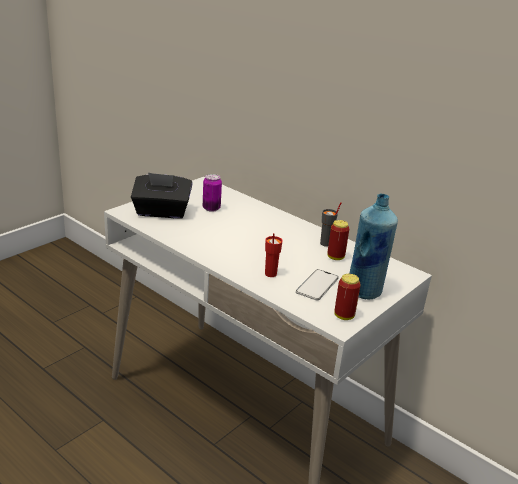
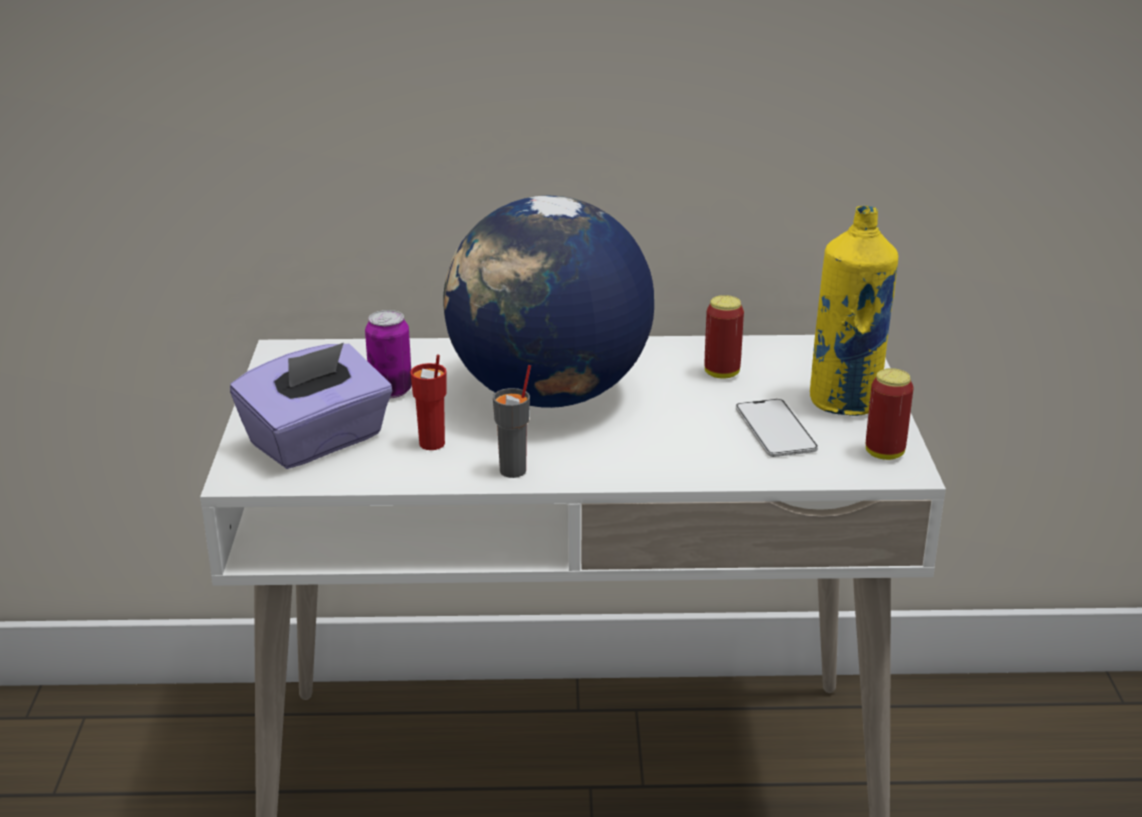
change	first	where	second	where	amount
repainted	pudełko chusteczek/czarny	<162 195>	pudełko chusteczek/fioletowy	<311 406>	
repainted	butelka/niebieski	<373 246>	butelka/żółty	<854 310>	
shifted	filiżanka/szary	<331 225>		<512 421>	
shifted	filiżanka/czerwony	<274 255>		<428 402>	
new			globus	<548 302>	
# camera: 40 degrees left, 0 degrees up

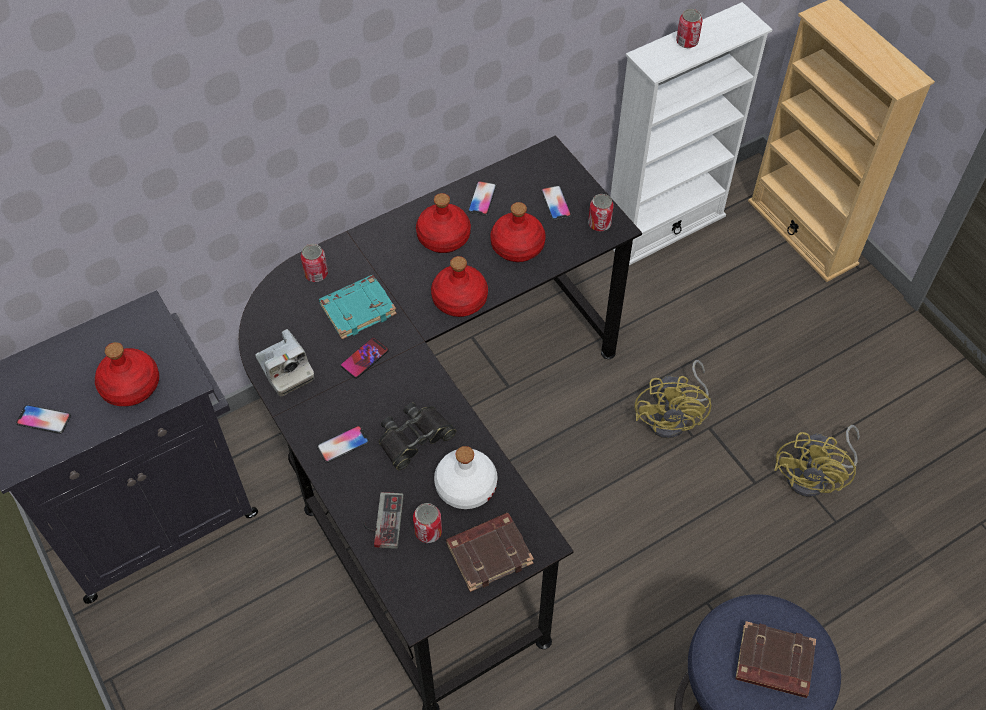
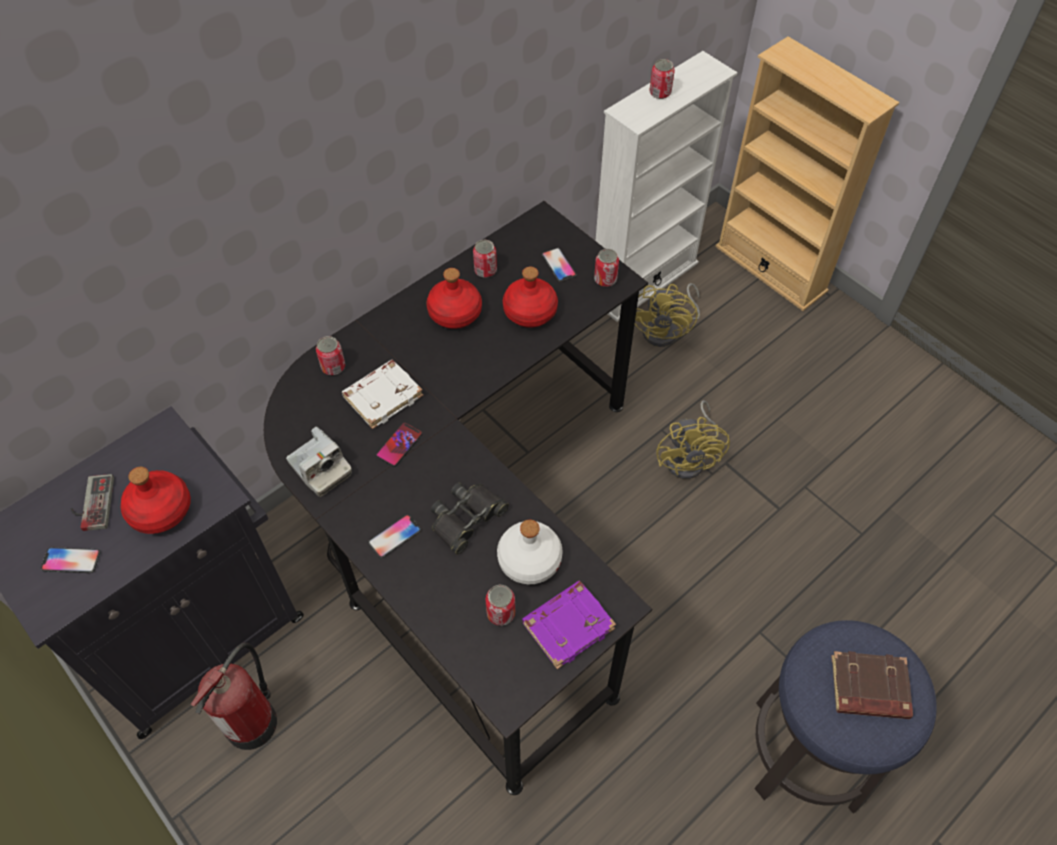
change	first	where	second	where	amount
swapped	telefon	<482 198>	puszka	<485 259>	
gone	butelka/czerwony	<459 286>			
repainted	książka/turkusowy	<358 307>	książka/biały	<382 394>	
shifted	wentylator/żółty	<817 461>		<667 315>	
shifted	pad do gier	<383 520>		<92 502>	
repainted	książka/brązowy	<490 552>	książka/fioletowy	<569 625>	
new			gaśnica	<234 696>	
# camera: 10 degrees left, 0 degrees up

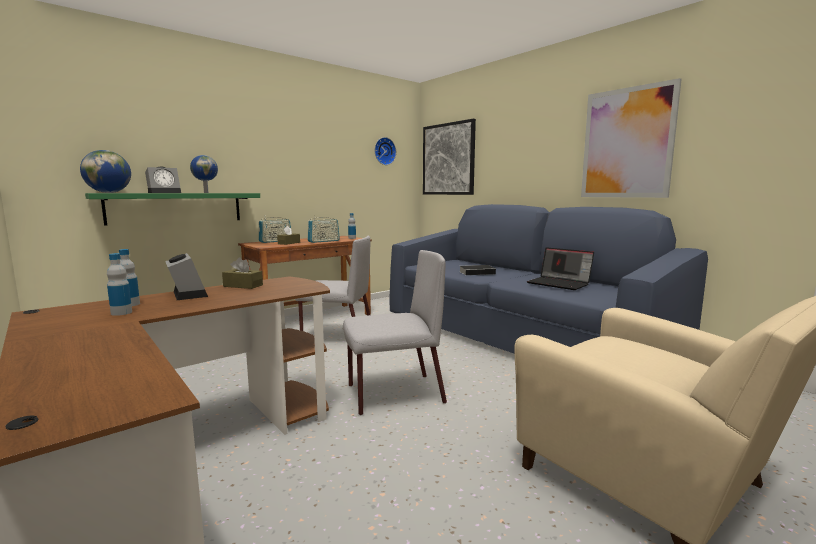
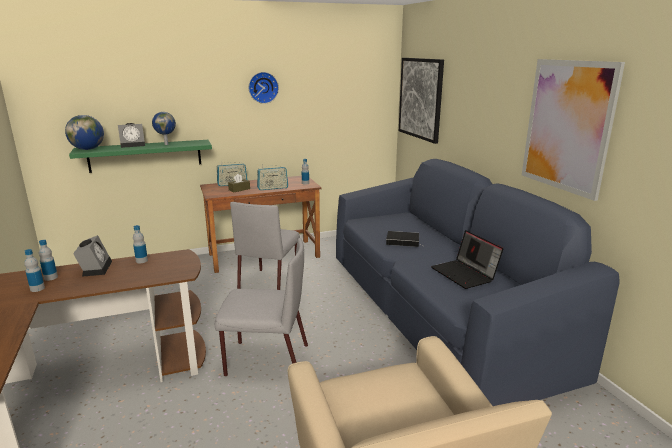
change	first	where	second	where	amount
shifted	zegar ścienny	<385 151>		<264 88>	
rotated	krzesło/szary	<332 283>		<265 246>	75 degrees clockwise
swapped	pudełko chusteczek/brązowy	<242 273>	butelka	<140 244>	
# camera: 20 degrees right, 10 degrees up

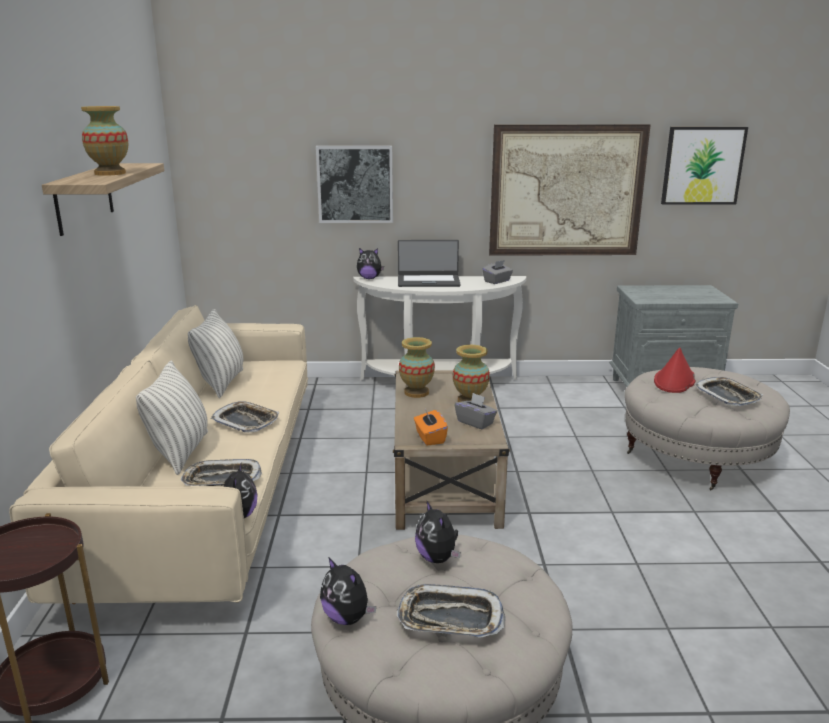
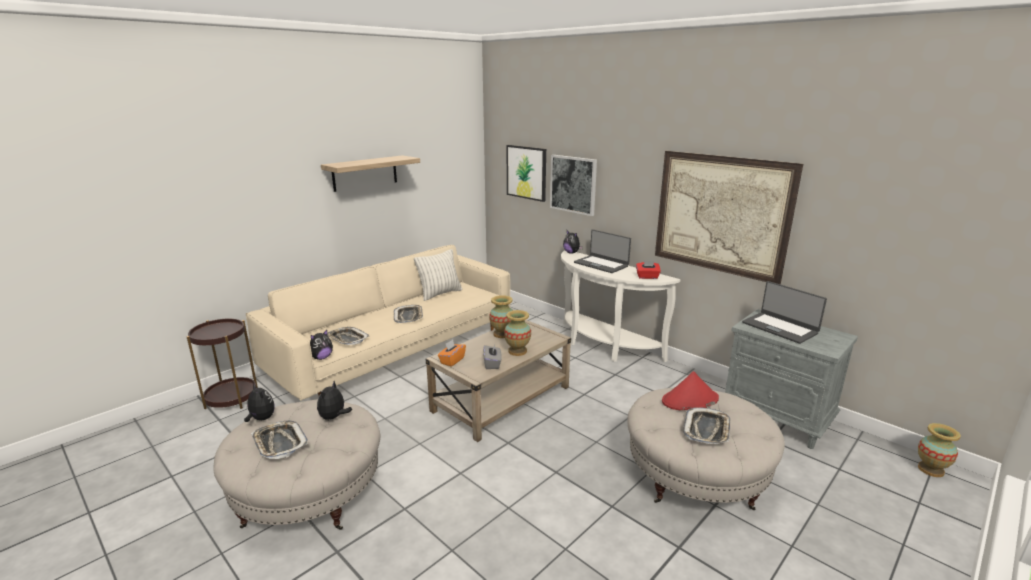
change	first	where	second	where	amount
shifted	wazon	<104 141>		<939 450>	
shifted	obraz	<704 166>		<526 173>	
repainted	pudełko chusteczek/szary	<497 272>	pudełko chusteczek/czerwony	<648 270>	
gone	poduszka	<172 418>			
rotated	pluszak	<348 591>		<259 403>	135 degrees clockwise
new			laptop	<784 312>	
# camera: 45 degrees right, 0 degrees up

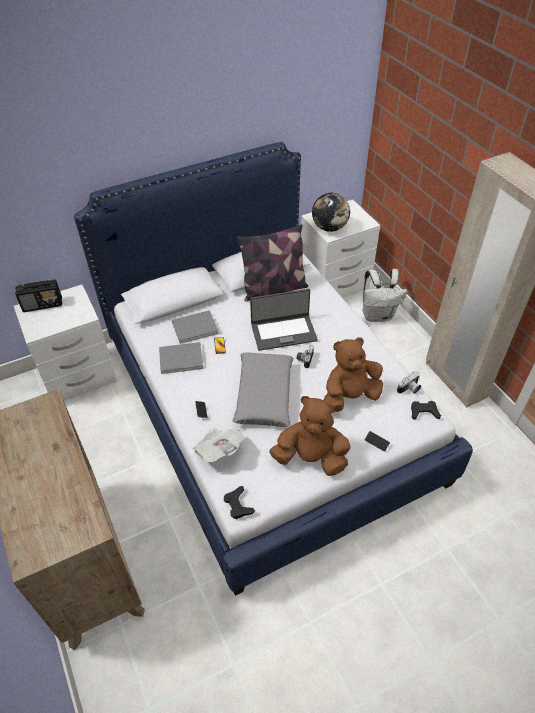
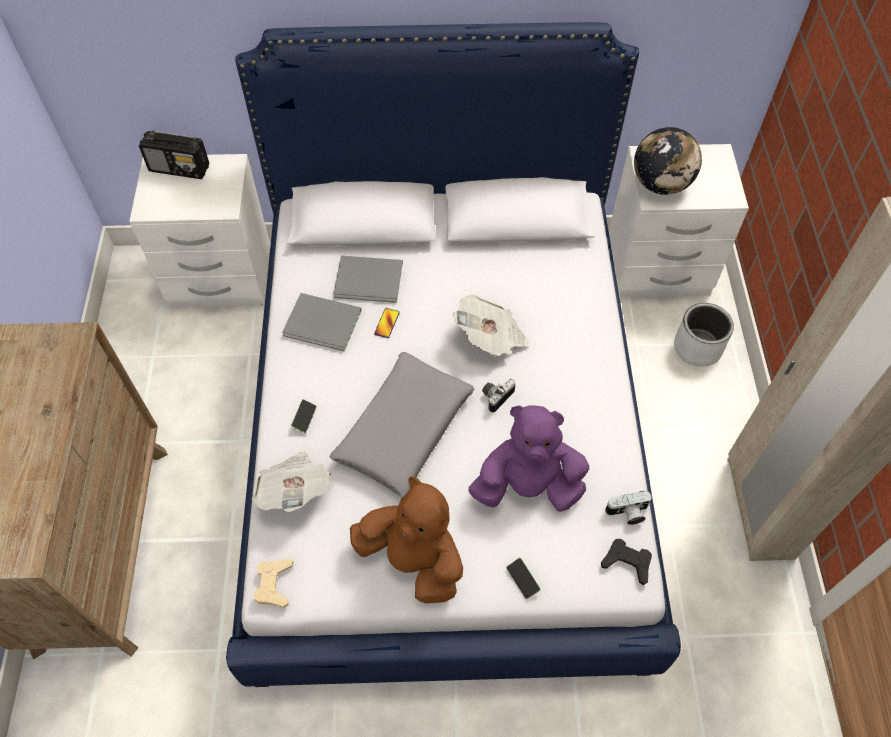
change	first	where	second	where	amount
gone	poduszka	<272 262>			
swapped	plecak/biały	<384 295>	donica/szary	<704 335>	
swapped	laptop	<284 320>	gazeta	<491 326>	
repainted	pluszak/brązowy	<353 374>	pluszak/fioletowy	<528 458>	
repainted	pad do gier/czarny	<239 502>	pad do gier/beżowy	<273 583>	
# camera: 25 degrees right, 10 degrees up

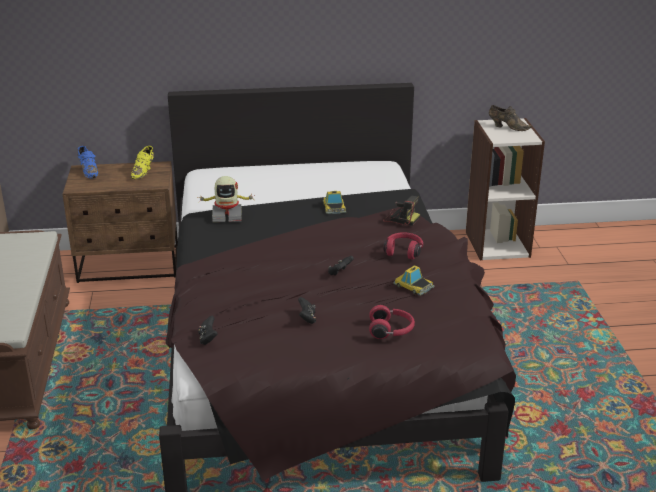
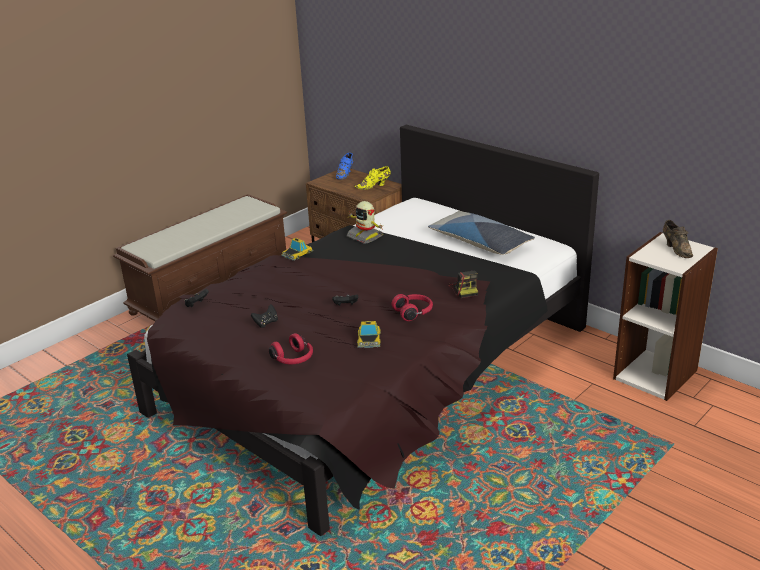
change	first	where	second	where	amount
shifted	samochodzik	<334 202>		<297 249>	
new			poduszka	<481 233>	
# camera: 50 degrees right, 0 degrees up

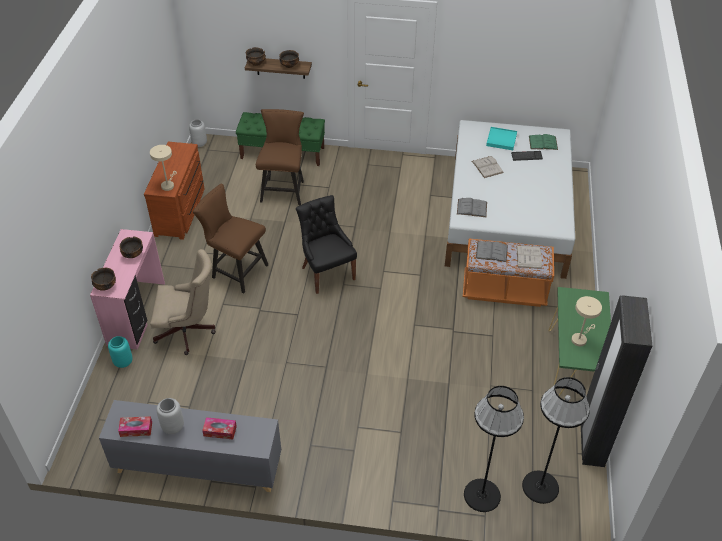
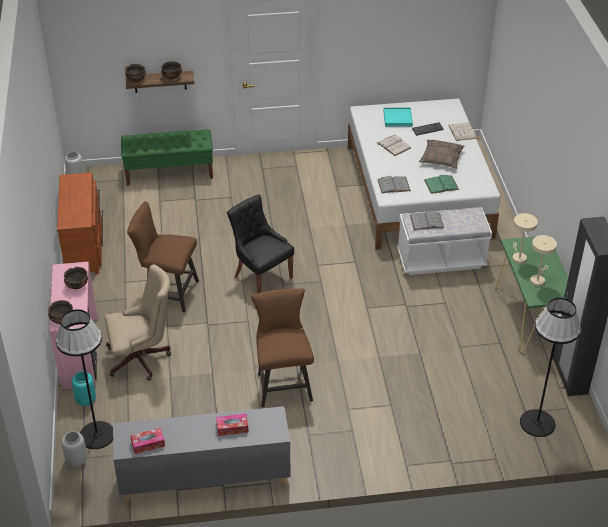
change	first	where	second	where	amount
shifted	krzesło/brązowy	<280 157>		<282 348>	
shifted	książka/zielony	<543 142>		<441 184>	
shifted	lampa stołowa/beżowy	<163 168>		<525 238>	
repainted	ławka/pomarańczowy	<508 273>	ławka/biały	<444 241>	
shifted	książka/biały	<529 257>		<462 132>	
shifted	lampa stojąca/czarny	<494 449>		<84 379>	
shifted	wazon/szary	<170 416>		<74 449>	
new			poduszka	<442 154>	
# camera: 15 degrees left, 5 degrees down

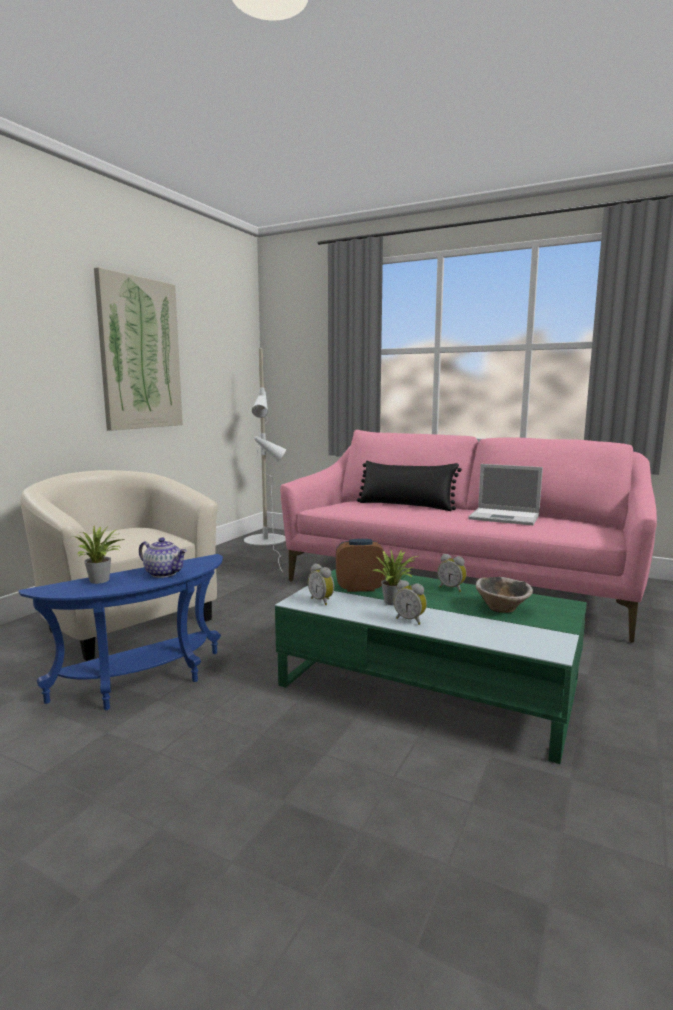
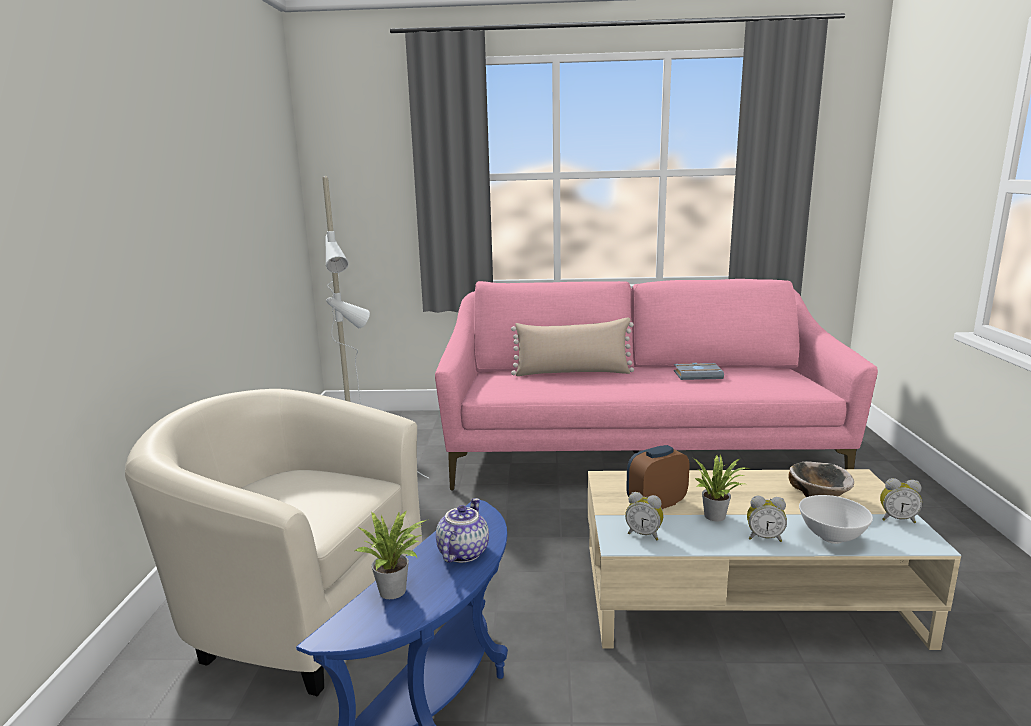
change	first	where	second	where	amount
gone	obraz	<138 349>			
repainted	poduszka/czarny	<409 486>	poduszka/beżowy	<572 346>	
swapped	laptop	<505 494>	książka/szary	<699 371>	
rotated	imbryk	<163 558>		<462 530>	75 degrees counterclockwise
shifted	budzik	<452 573>		<901 500>	
repainted	ława/zielony	<431 666>	ława/beżowy	<774 559>	
new			miska/biały	<836 519>	
# camera: 25 degrees left, 5 degrees up

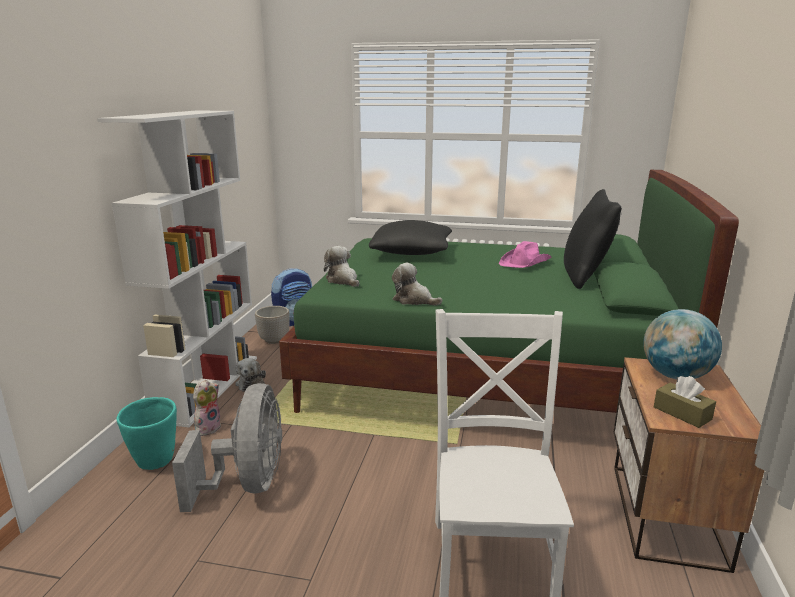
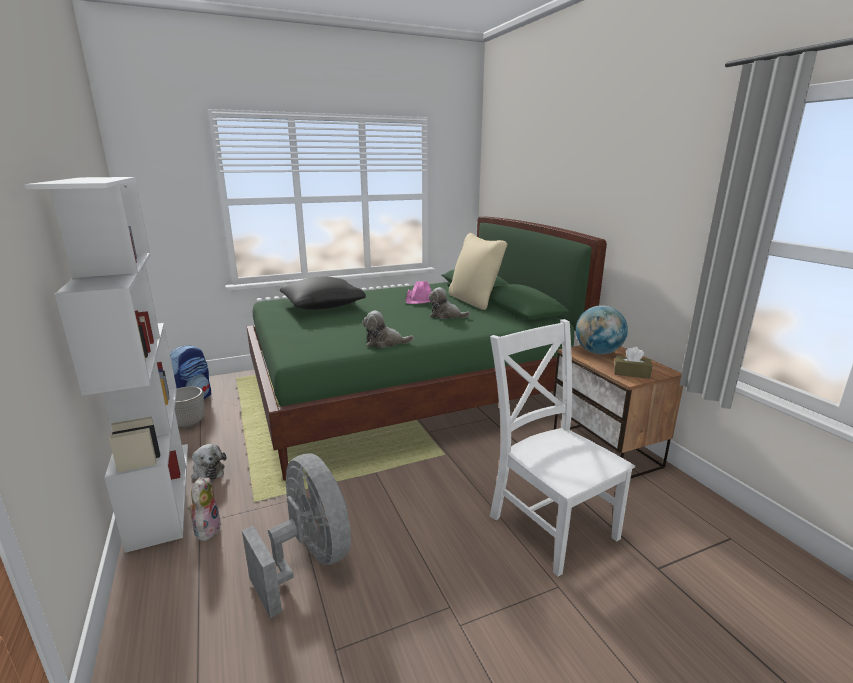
change	first	where	second	where	amount
repainted	poduszka/czarny	<593 239>	poduszka/beżowy	<478 271>	
shifted	pluszak	<341 266>		<449 303>	
gone	donica/turkusowy	<146 433>			
# camera: 35 degrees left, 0 degrees up

